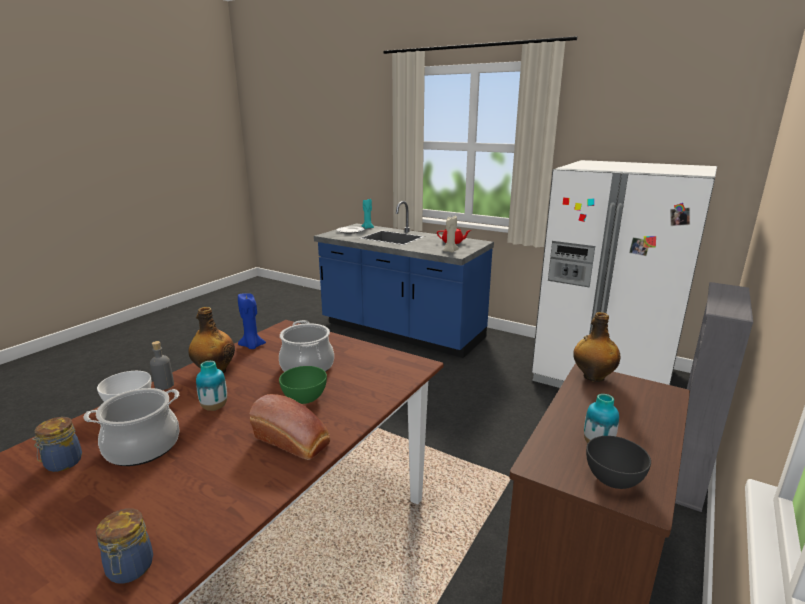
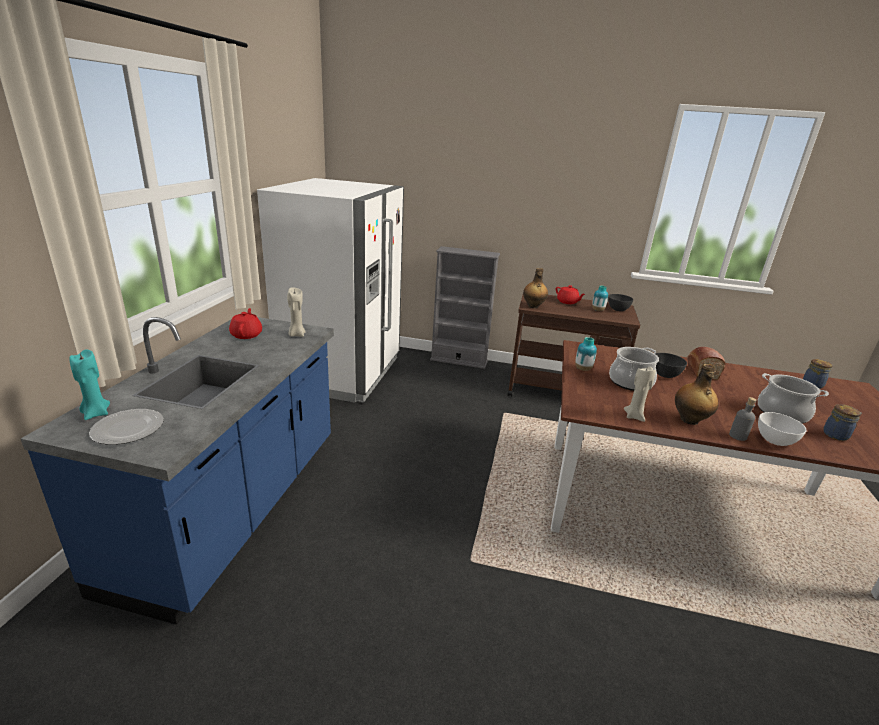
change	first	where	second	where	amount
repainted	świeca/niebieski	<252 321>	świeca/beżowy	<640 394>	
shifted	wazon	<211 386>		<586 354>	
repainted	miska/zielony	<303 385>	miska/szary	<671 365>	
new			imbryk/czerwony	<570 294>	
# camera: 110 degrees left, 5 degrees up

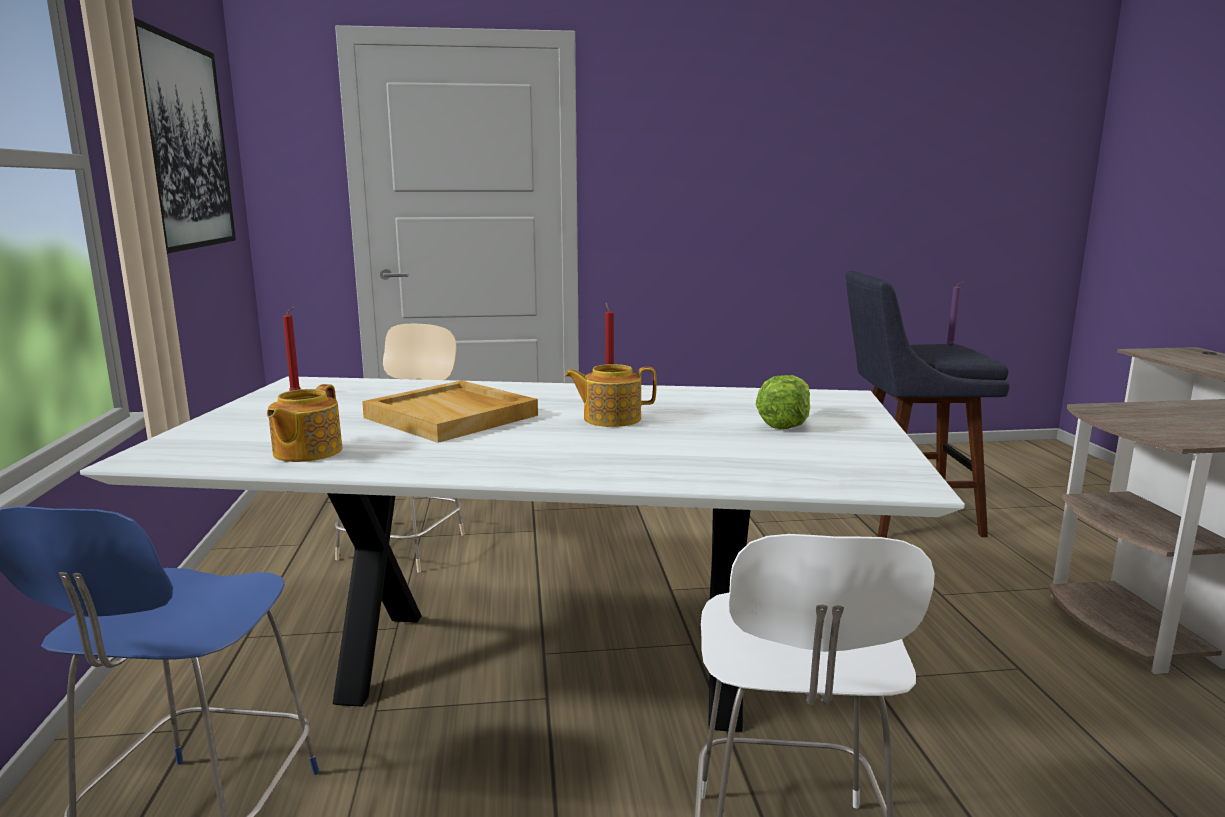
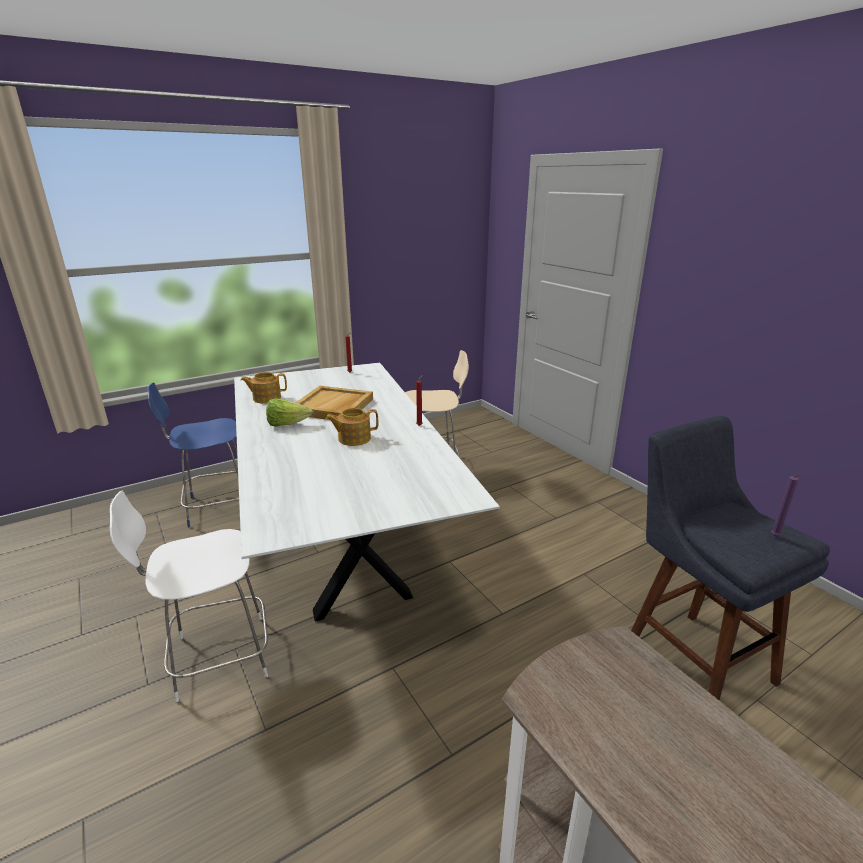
change	first	where	second	where	amount
gone	obraz	<185 135>			
rotated	imbryk	<610 395>		<352 427>	75 degrees counterclockwise
shifted	sałata	<783 402>		<290 412>	
# camera: 65 degrees right, 10 degrees up

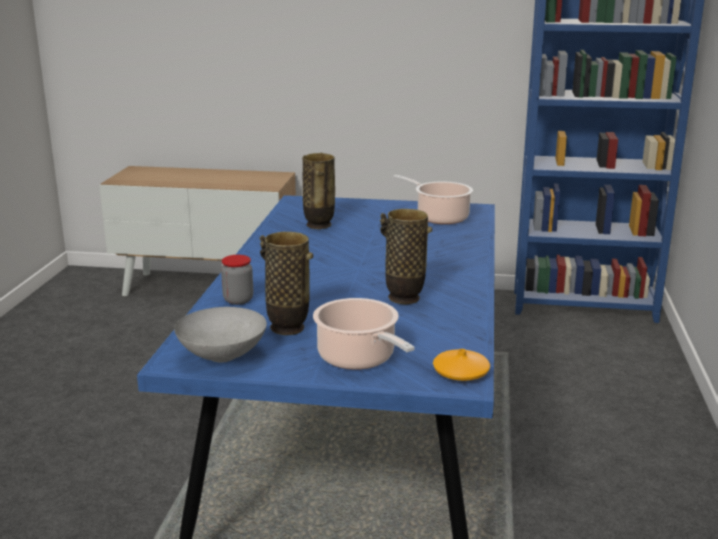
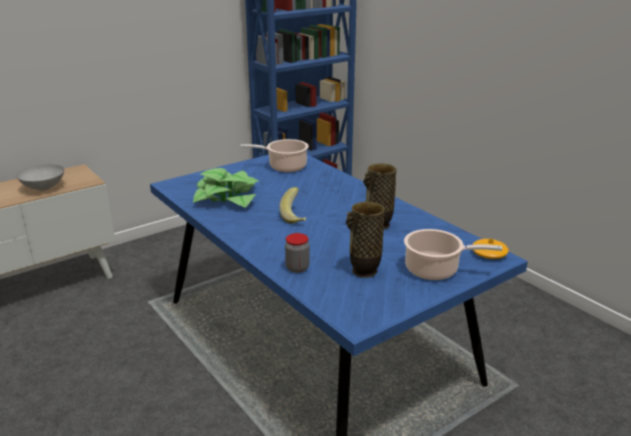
change	first	where	second	where	amount
swapped	wazon	<318 191>	roślina doniczkowa	<225 188>	
shifted	miska/szary	<220 334>		<40 177>	
new			banan	<292 205>	
# camera: 45 degrees left, 5 degrees up

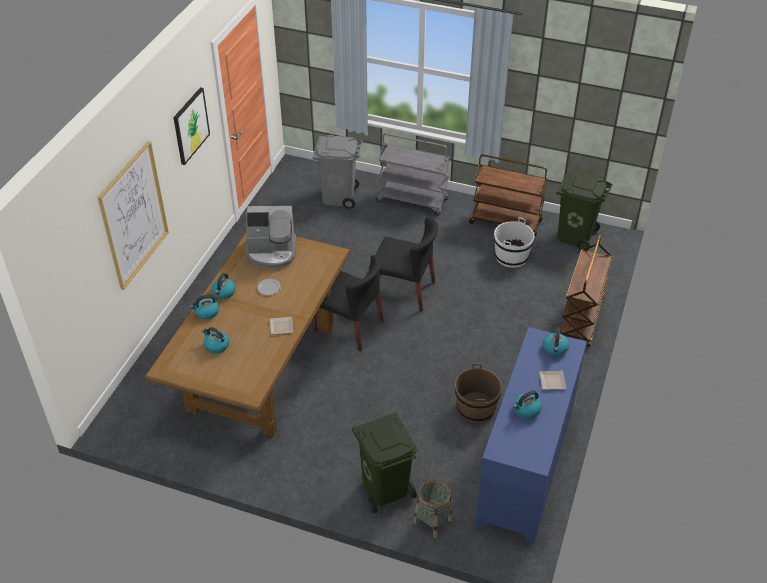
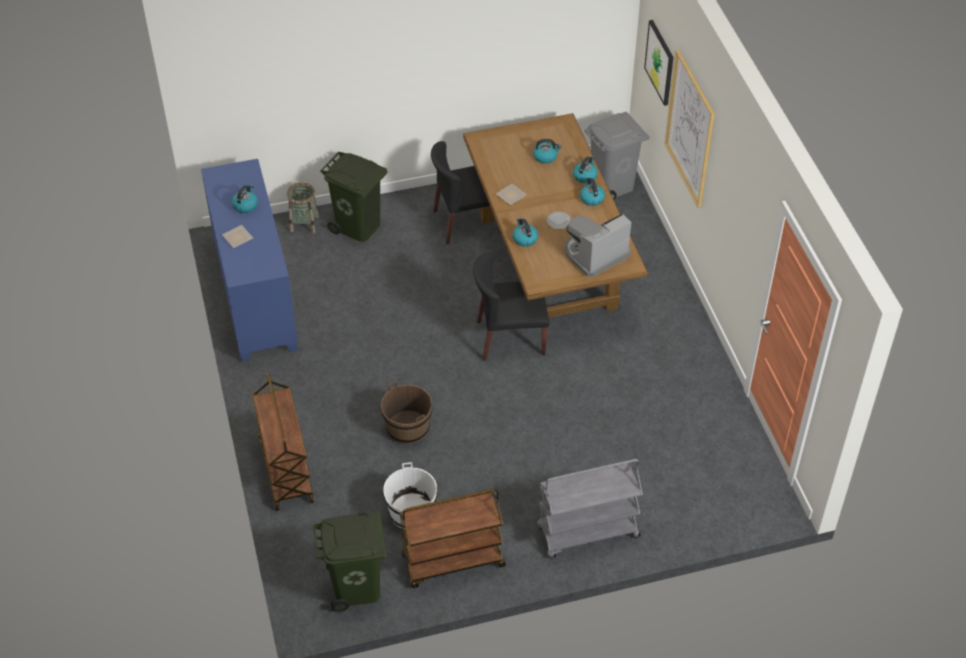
change	first	where	second	where	amount
shifted	obraz	<191 126>		<659 63>	
shifted	kosz na śmieci/szary	<337 172>		<616 156>	
shifted	krzesło/czarny	<403 264>		<466 193>	
shifted	czajnik	<556 342>		<525 232>	
shifted	wiadro/brązowy	<478 393>		<406 412>	
# camera: 145 degrees right, 5 degrees up

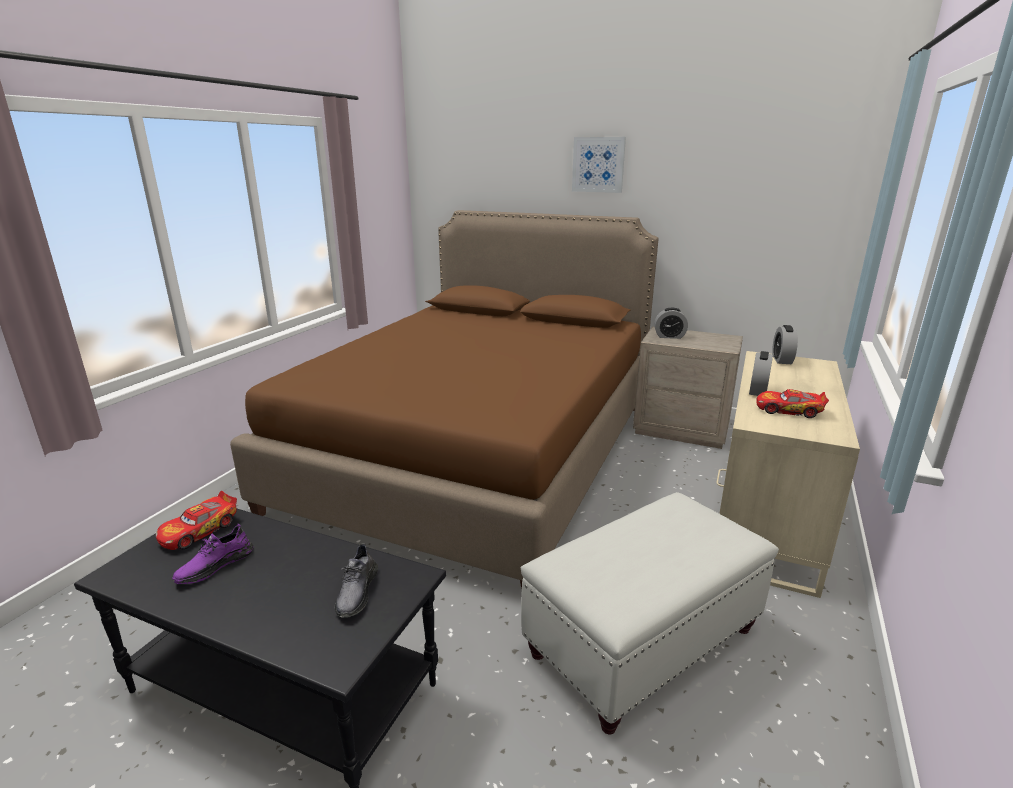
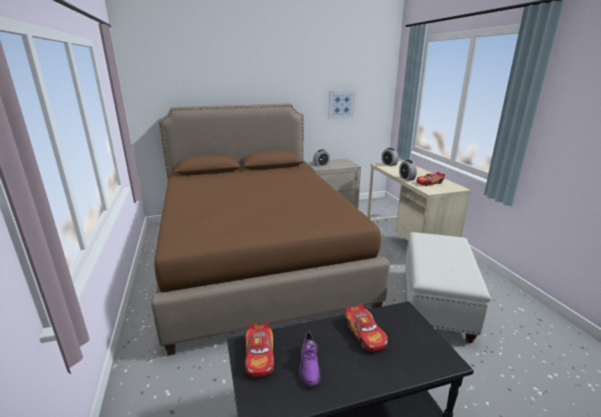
change	first	where	second	where	amount
shifted	obraz	<599 165>		<342 104>	
gone	but/szary	<356 580>			
new			samochodzik	<366 328>	
# camera: 40 degrees left, 0 degrees up

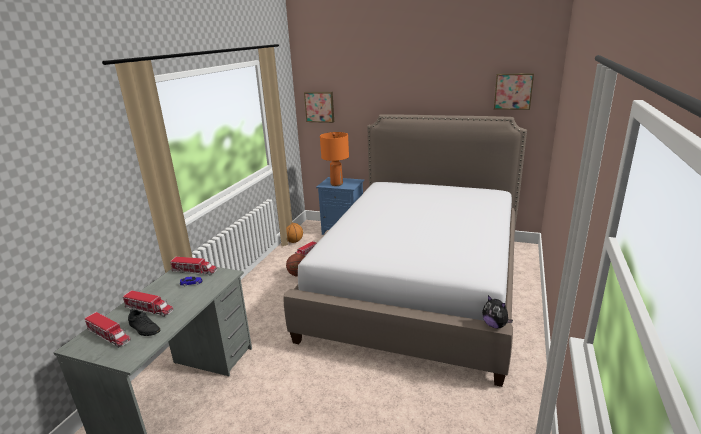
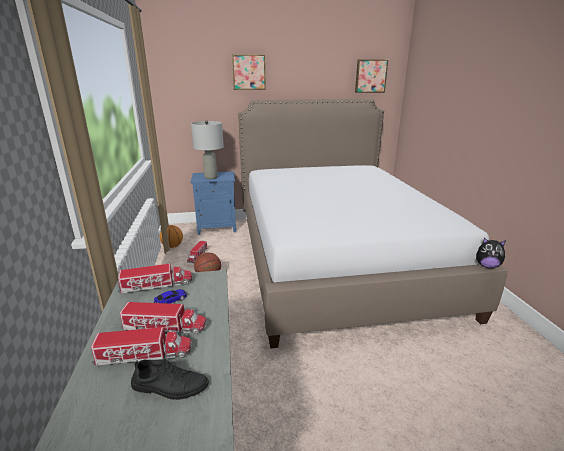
change	first	where	second	where	amount
shifted	obraz	<319 107>		<249 72>	
repainted	lampa stołowa/pomarańczowy	<334 159>	lampa stołowa/szary	<207 149>	
shifted	ciężarówka zabawkowa	<108 330>		<163 318>	
# camera: 30 degrees left, 0 degrees up

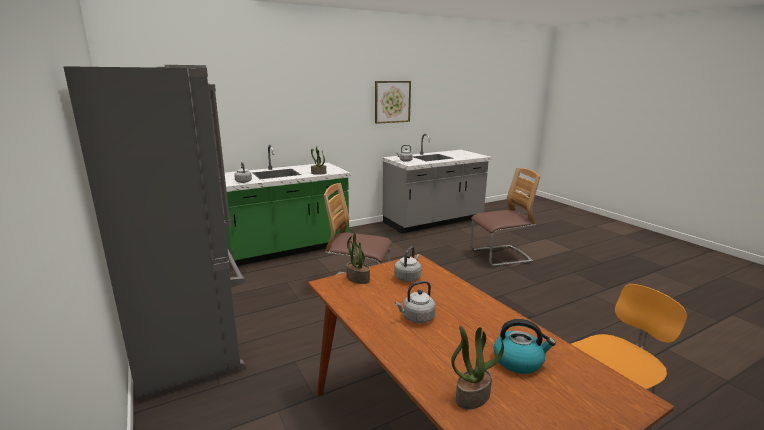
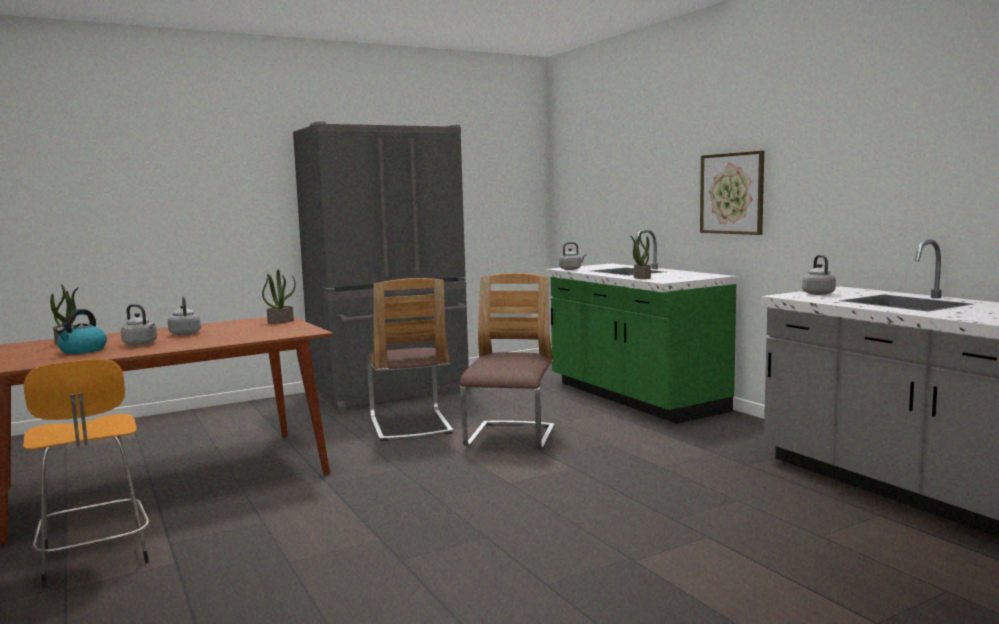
change	first	where	second	where	amount
shifted	obraz	<393 102>		<732 193>	
shifted	krzesło	<505 217>		<410 359>	
shifted	czajnik/szary	<407 264>		<139 324>	
# camera: 90 degrees right, 10 degrees down

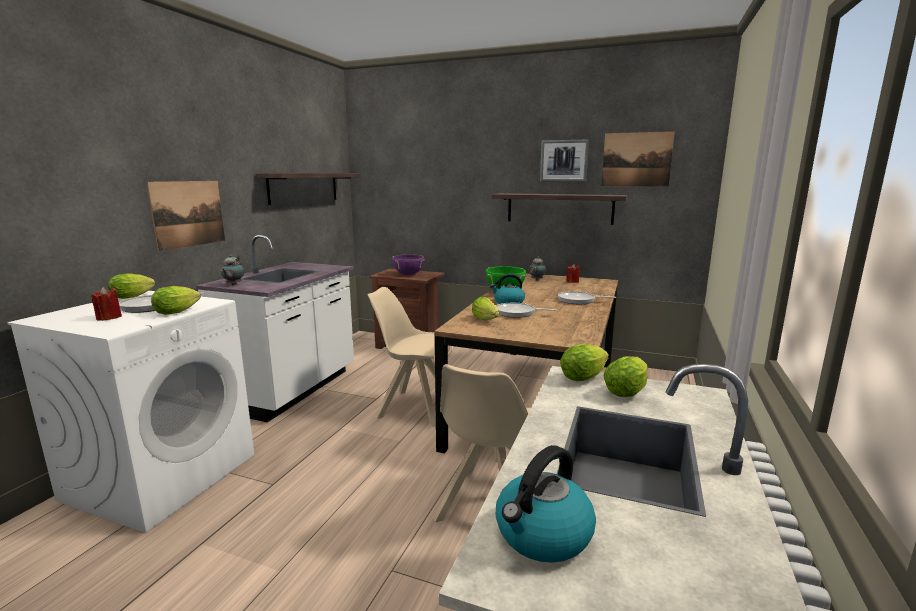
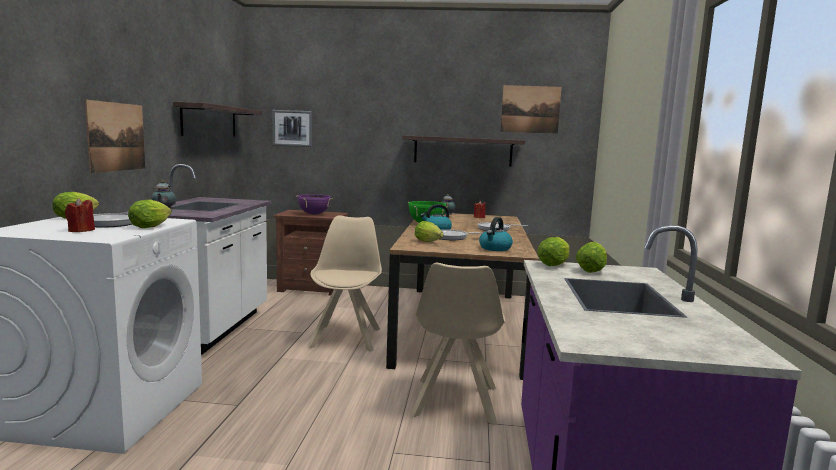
change	first	where	second	where	amount
shifted	obraz	<564 160>		<292 128>	
rotated	krzesło/beżowy	<410 357>		<345 283>	90 degrees clockwise
shifted	czajnik	<546 504>		<496 234>	
# camera: 15 degrees left, 5 degrees down

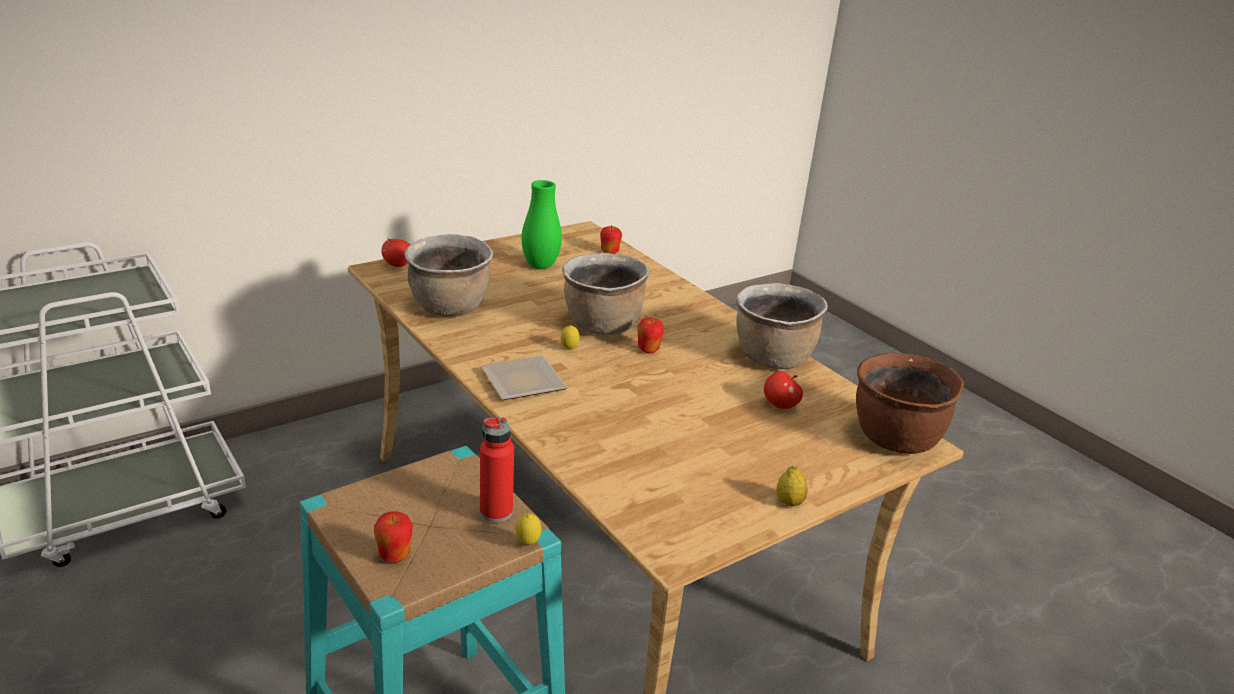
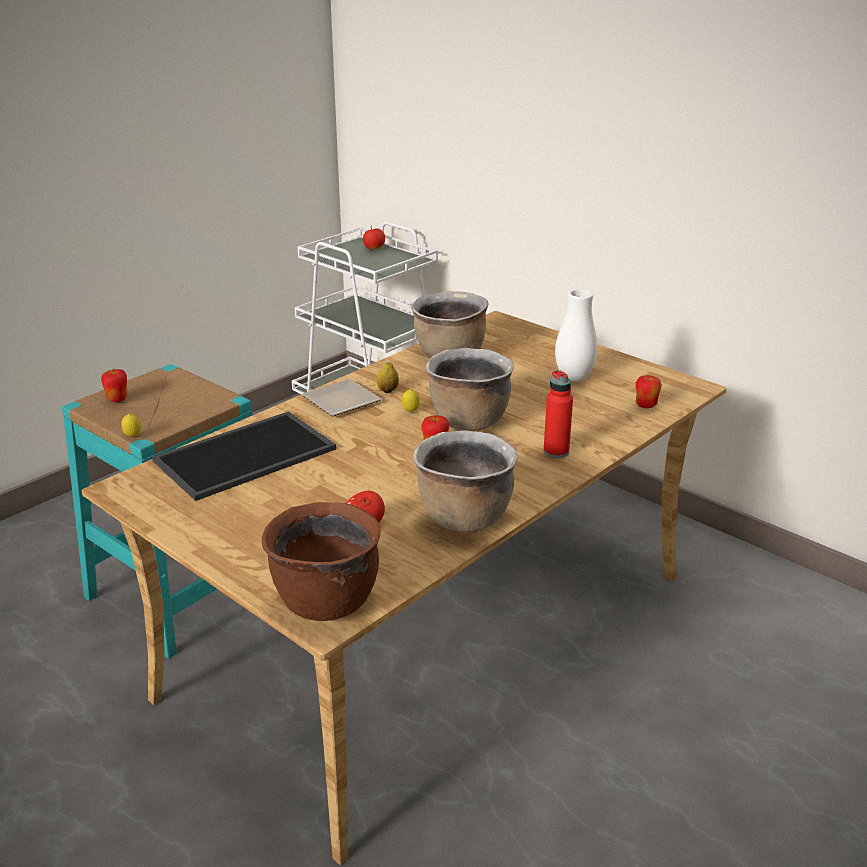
change	first	where	second	where	amount
repainted	wazon/zielony	<541 224>	wazon/biały	<576 335>	
shifted	jabłko	<395 252>		<374 237>	
shifted	butelka/czerwony	<497 469>		<558 414>	
shifted	cytryna	<792 486>		<388 377>	
new			taca	<244 456>	
# camera: 80 degrees right, 0 degrees up

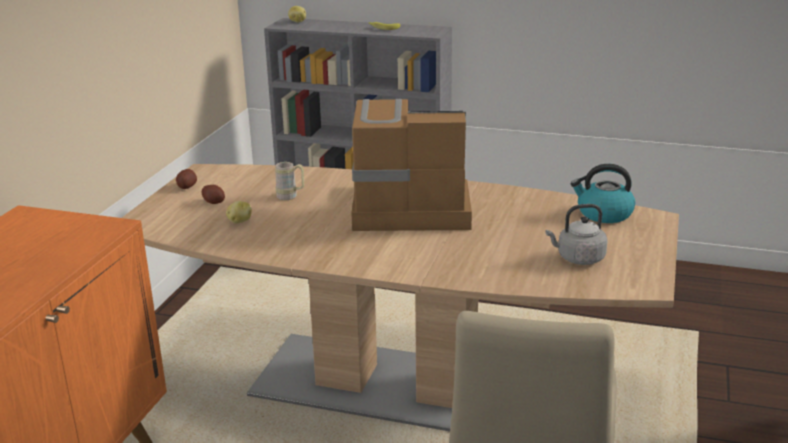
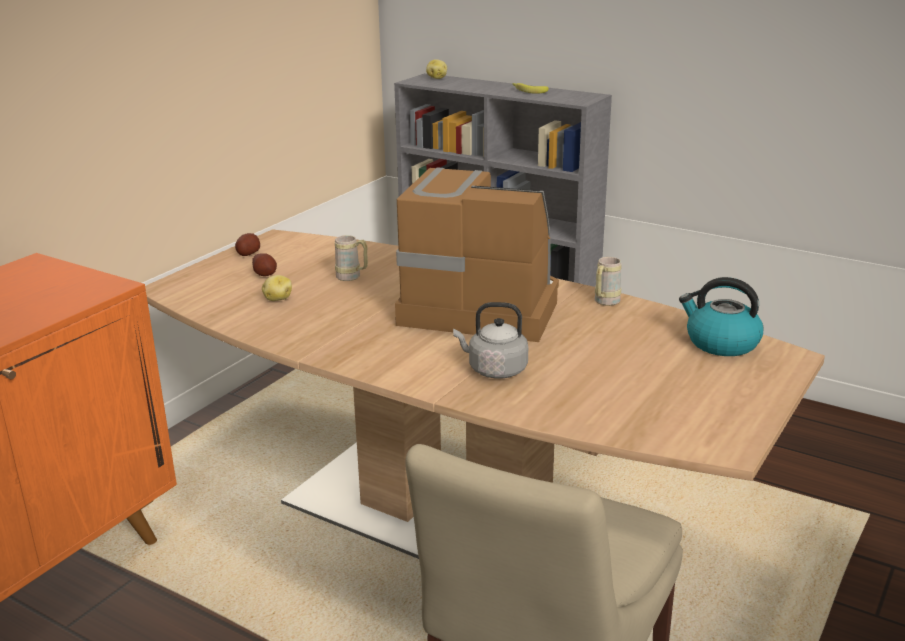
change	first	where	second	where	amount
shifted	czajnik/szary	<576 234>		<490 340>	
new			kubek/beżowy	<608 281>	
# camera: 15 degrees right, 0 degrees up

